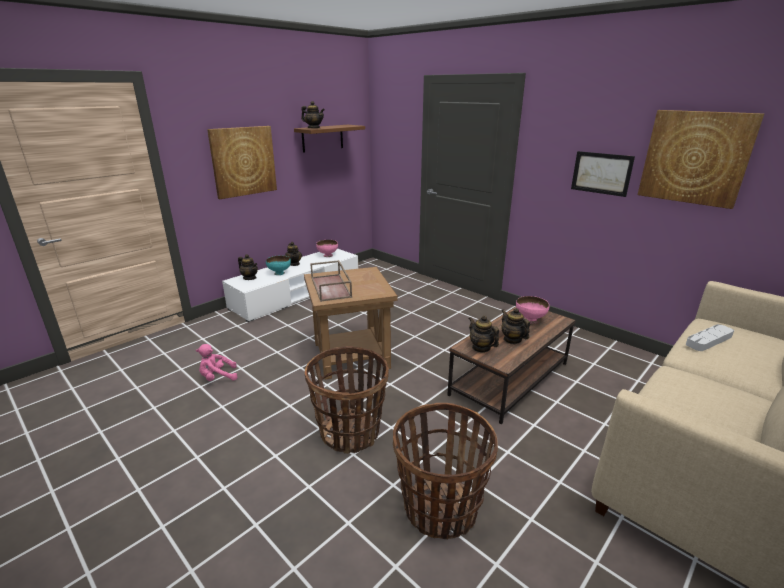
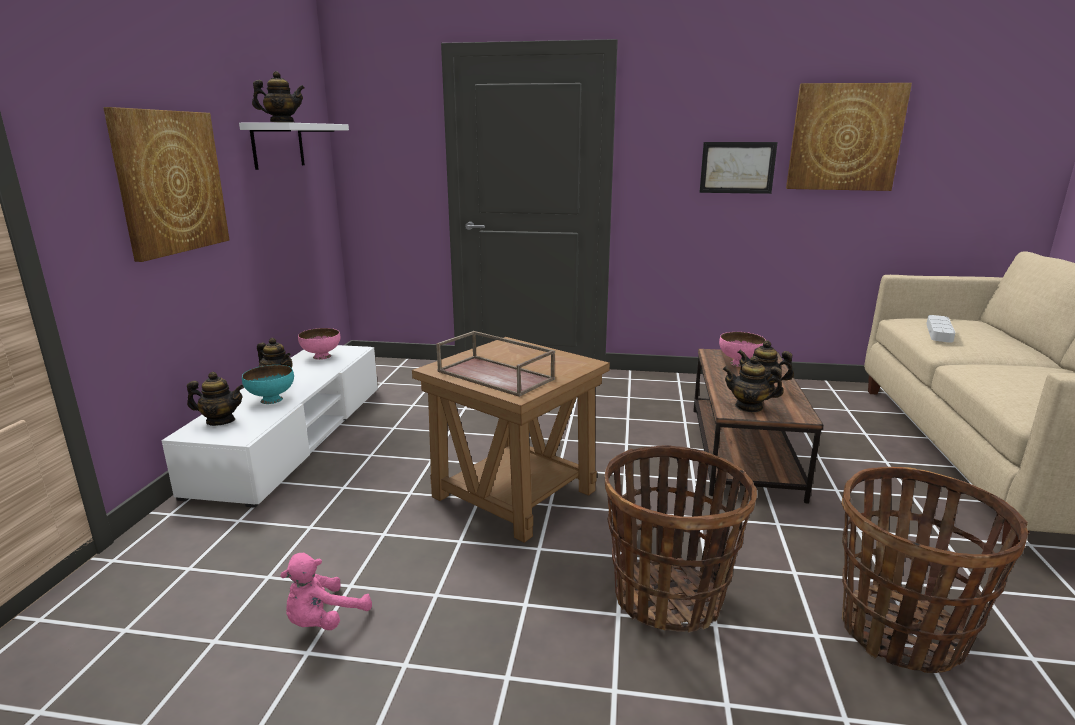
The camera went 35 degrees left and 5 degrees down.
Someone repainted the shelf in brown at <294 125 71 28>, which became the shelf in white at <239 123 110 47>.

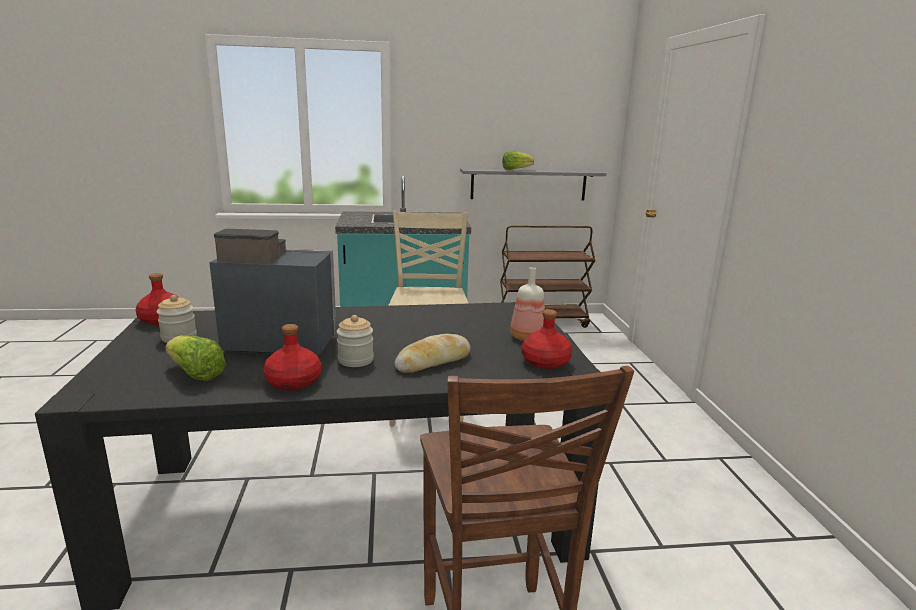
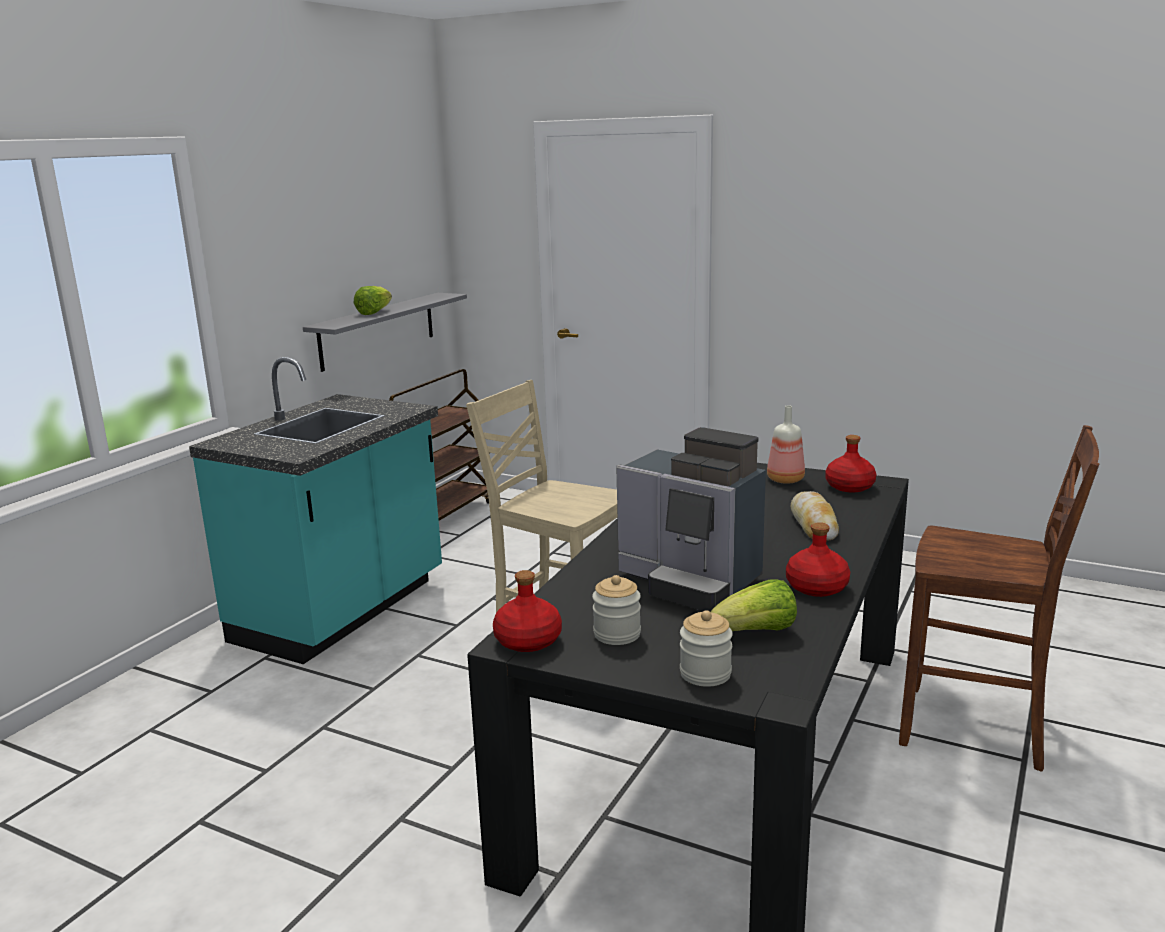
The camera went 55 degrees left and 0 degrees up.
Someone rotated the coffee machine at <209 229 128 126> by 90 degrees counterclockwise.
Someone carried the jar from <337 315 37 52> to <680 610 53 77>.

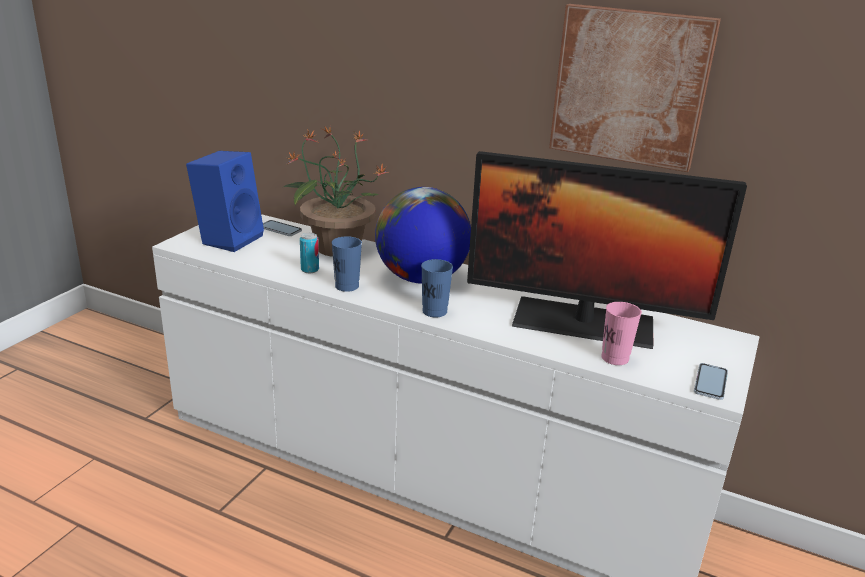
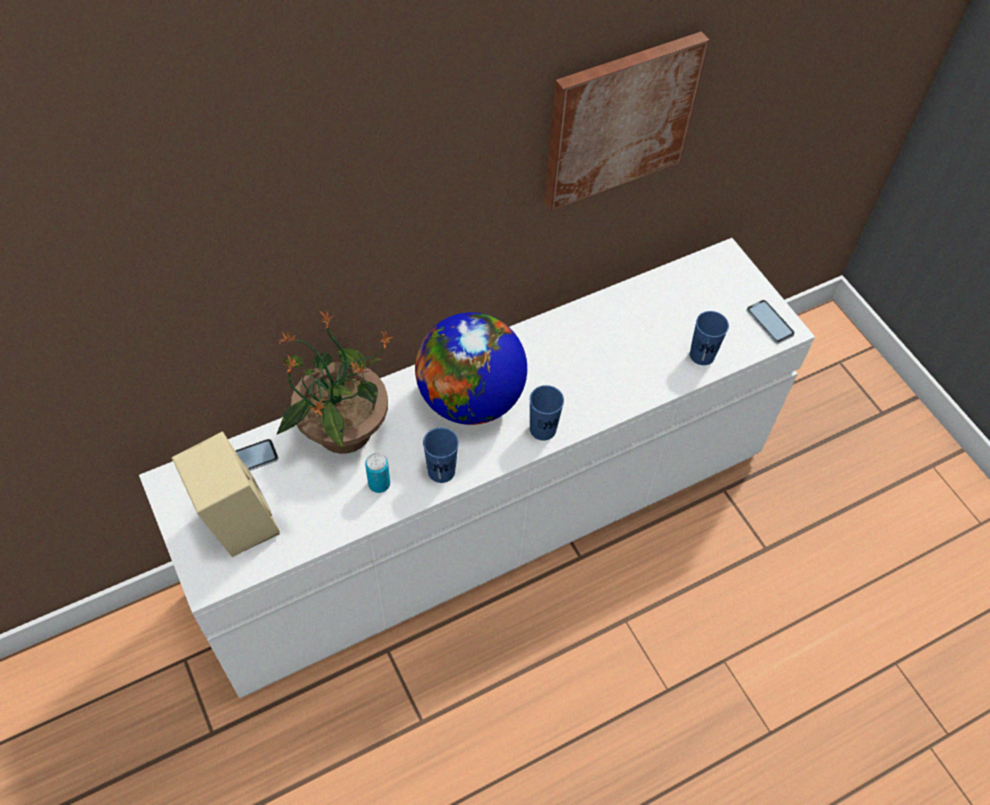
The camera went 55 degrees left and 30 degrees up.
Someone repainted the speaker in blue at <186 151 78 101>, which became the speaker in beige at <171 431 109 126>.
Someone took away the monitor at <467 151 280 198>.
Someone repainted the cup in pink at <601 302 41 63>, which became the cup in blue at <690 311 39 54>.

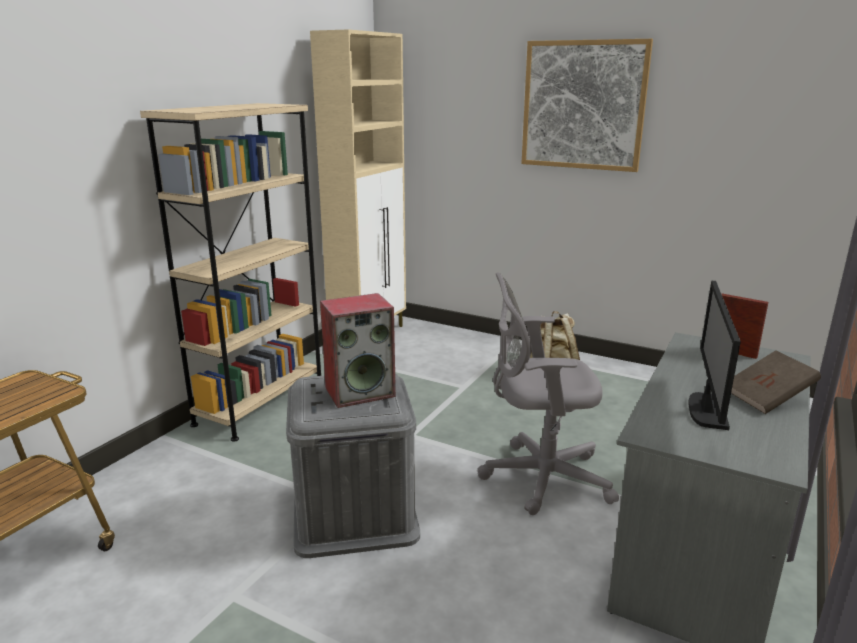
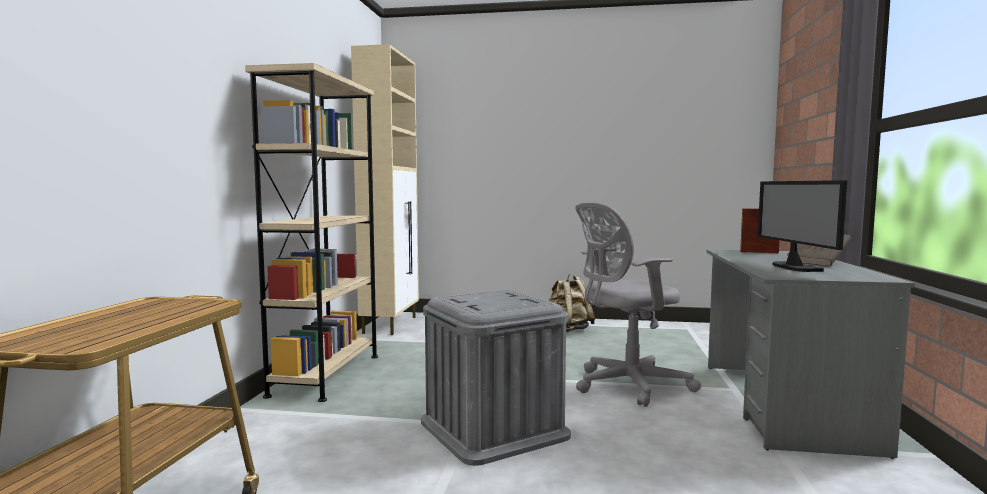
The camera went 20 degrees left and 15 degrees down.
Someone took away the picture at <521 39 132 133>.
Someone took away the speaker at <320 293 76 115>.

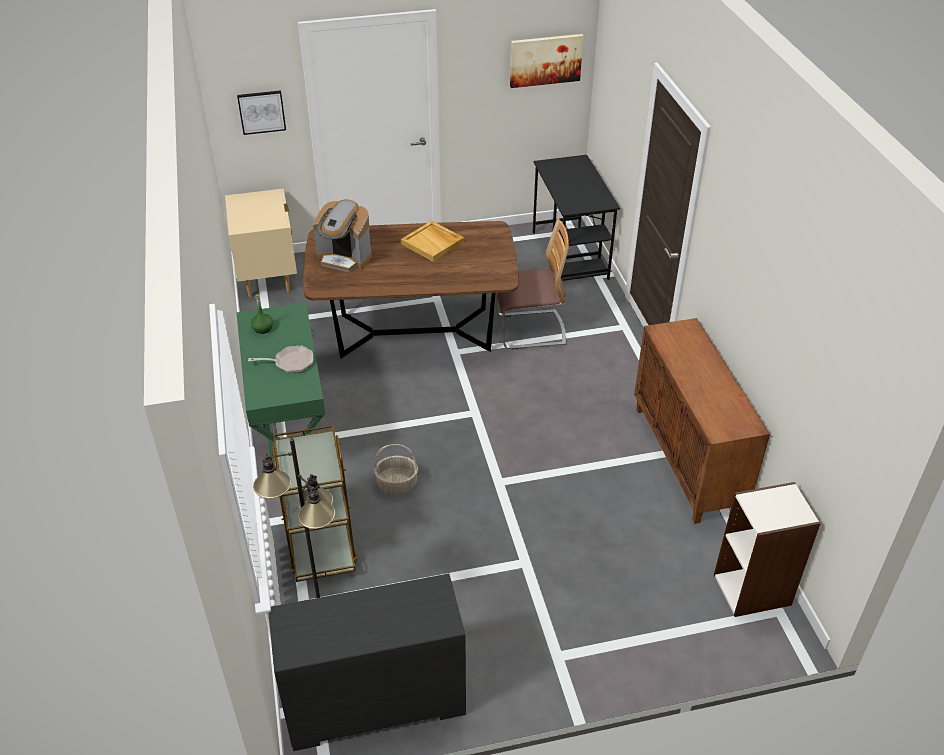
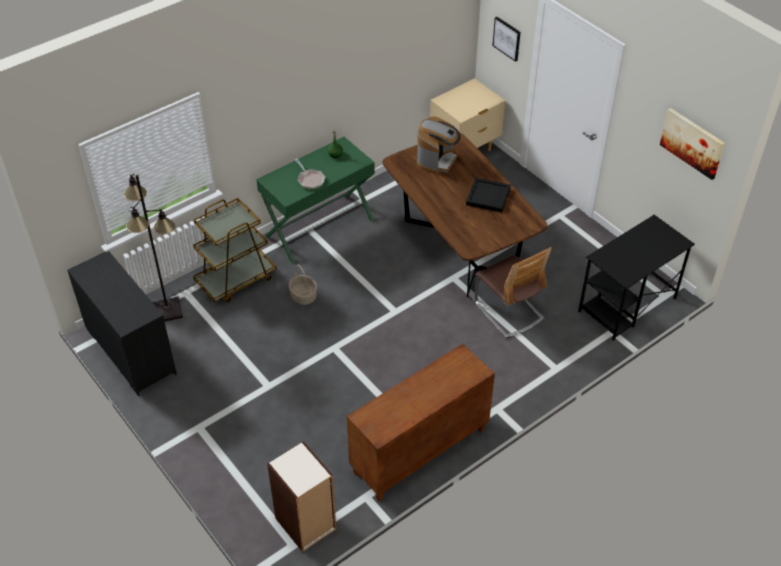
The camera went 65 degrees right and 5 degrees up.
Someone rotated the coffee machine at <313 199 59 73> by 150 degrees counterclockwise.
Someone repainted the tray in beige at <401 221 63 41>, which became the tray in black at <466 178 45 34>.

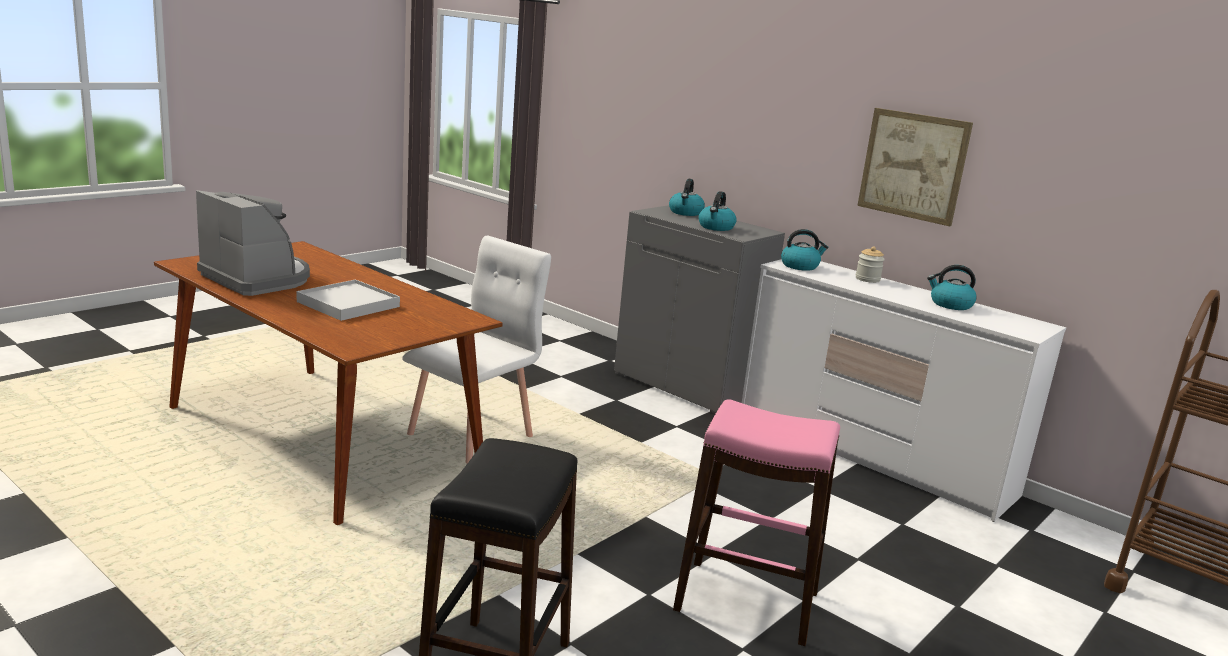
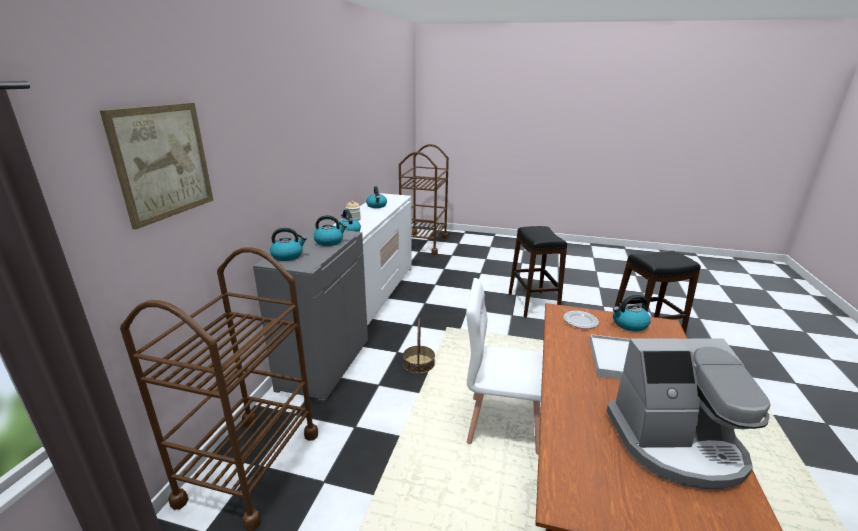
The camera went 115 degrees left and 5 degrees up.
Someone carried the picture from <857 108 116 118> to <100 103 113 127>.
Someone rotated the coffee machine at <196 190 114 106> by 105 degrees counterclockwise.
Someone repainted the stool in pink at <673 400 167 246>, which became the stool in black at <509 226 58 91>.
Someone put down the cart in brown at <120 247 198 284>.
Someone put down the kettle at <613 295 38 37>.
Someone put down the plate at <563 311 36 18>.
Someone put down the basket at <403 319 32 55>.

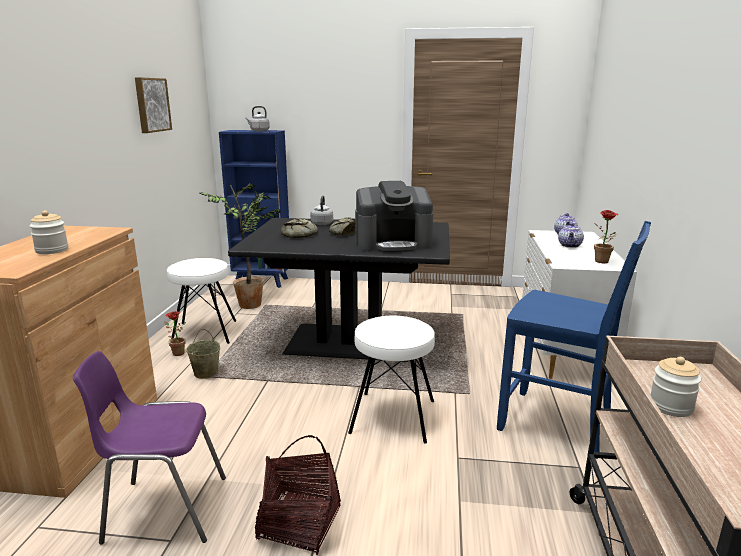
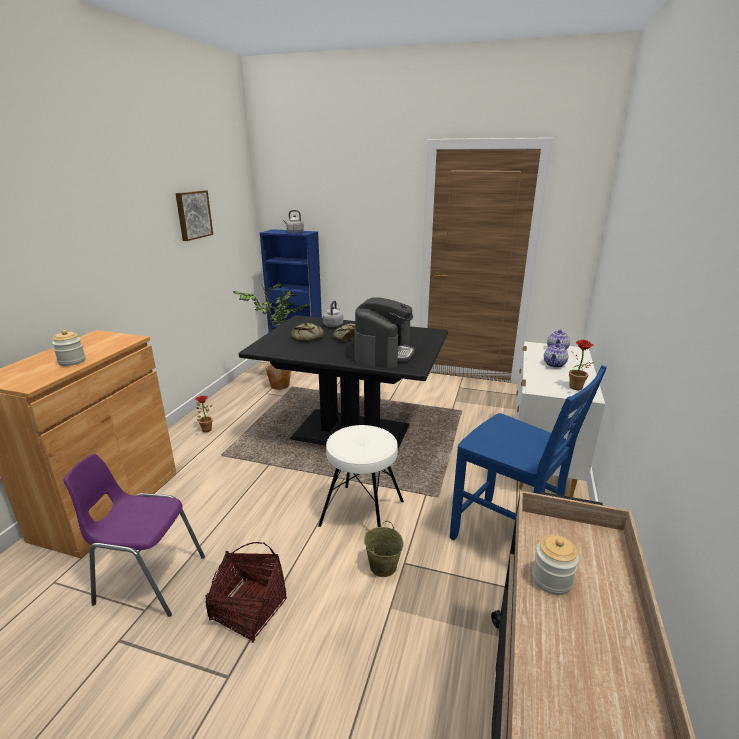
The camera went 10 degrees right and 5 degrees up.
Someone rotated the coffee machine at <355 181 78 71> by 75 degrees counterclockwise.
Someone took away the stool in white at <167 258 69 86>.
Someone carried the bucket in beige from <186 329 35 50> to <364 521 40 56>.

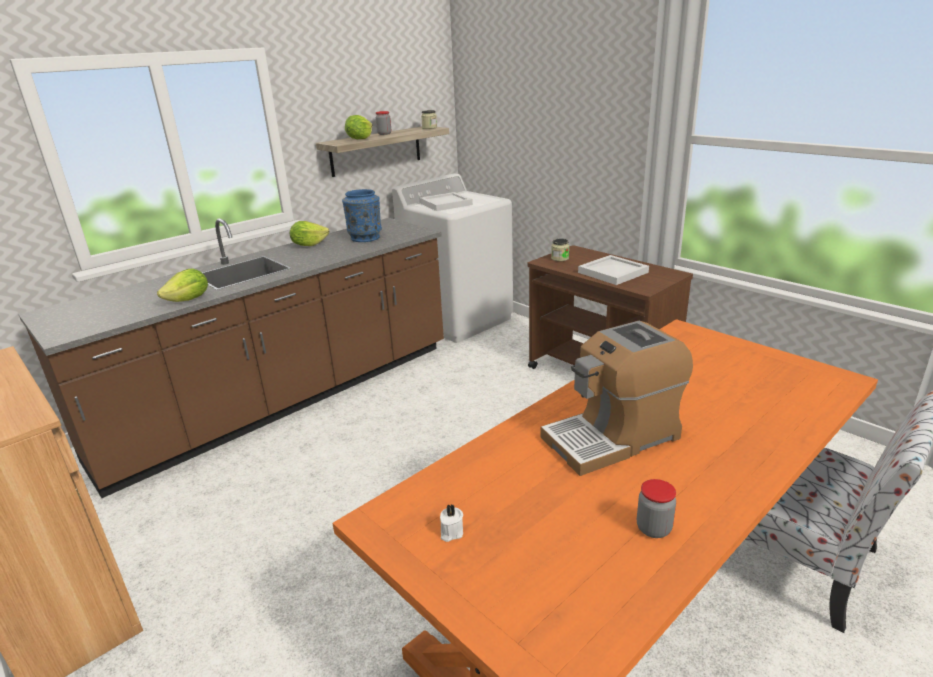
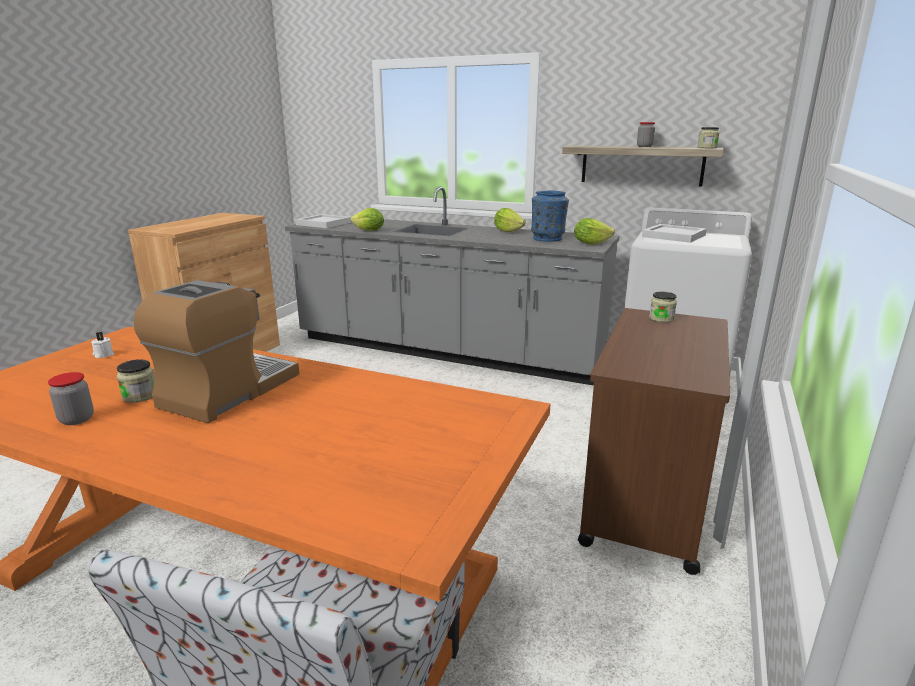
The camera went 65 degrees right and 5 degrees down.
Someone carried the lettuce from <345 115 27 24> to <574 218 41 27>.
Someone repainted the counter in brown at <18 218 426 280>, which became the counter in grey at <285 186 334 200>.
Someone carried the tray in white from <578 255 71 30> to <295 214 57 14>.
Someone rotated the coffee machine at <540 321 153 155> by 75 degrees clockwise.
Someone put down the jar at <117 359 38 44>.

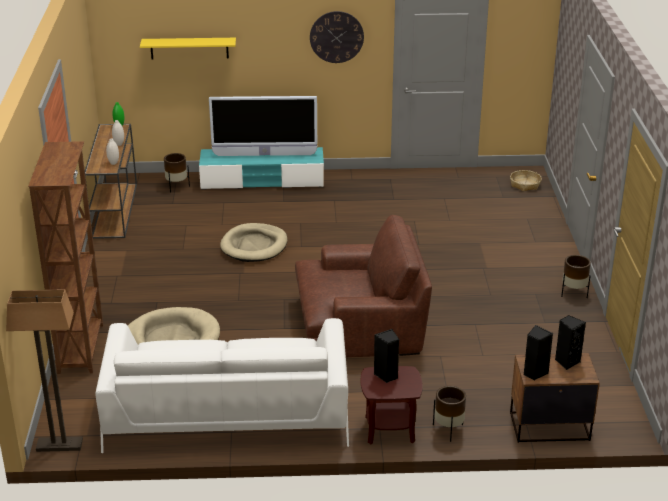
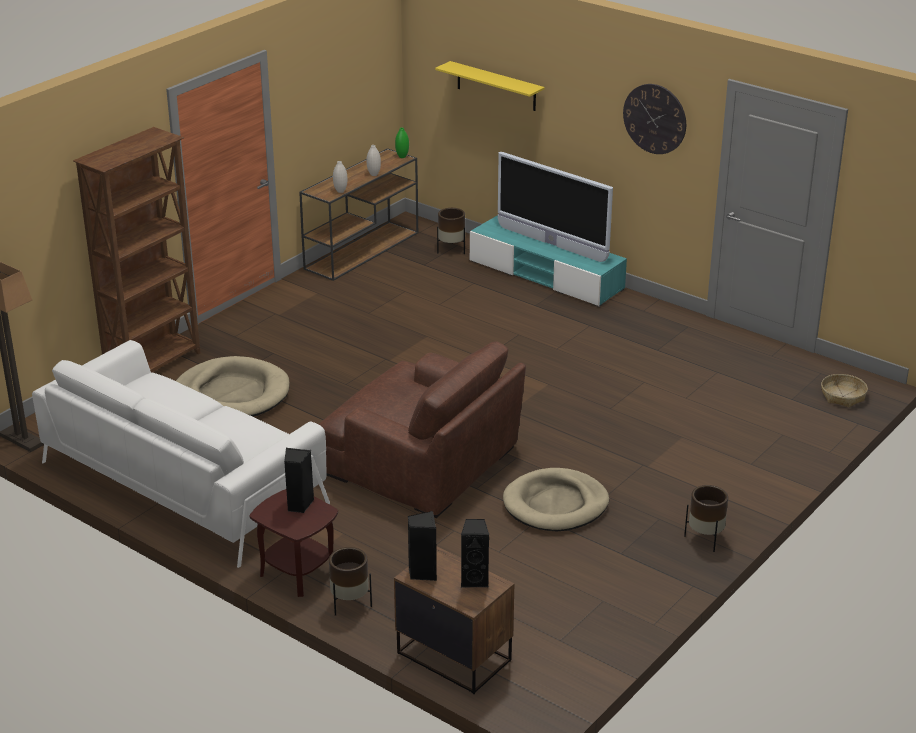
The camera went 40 degrees right and 0 degrees up.
Someone carried the dog bed in beige from <220 223 67 39> to <503 468 106 63>.

